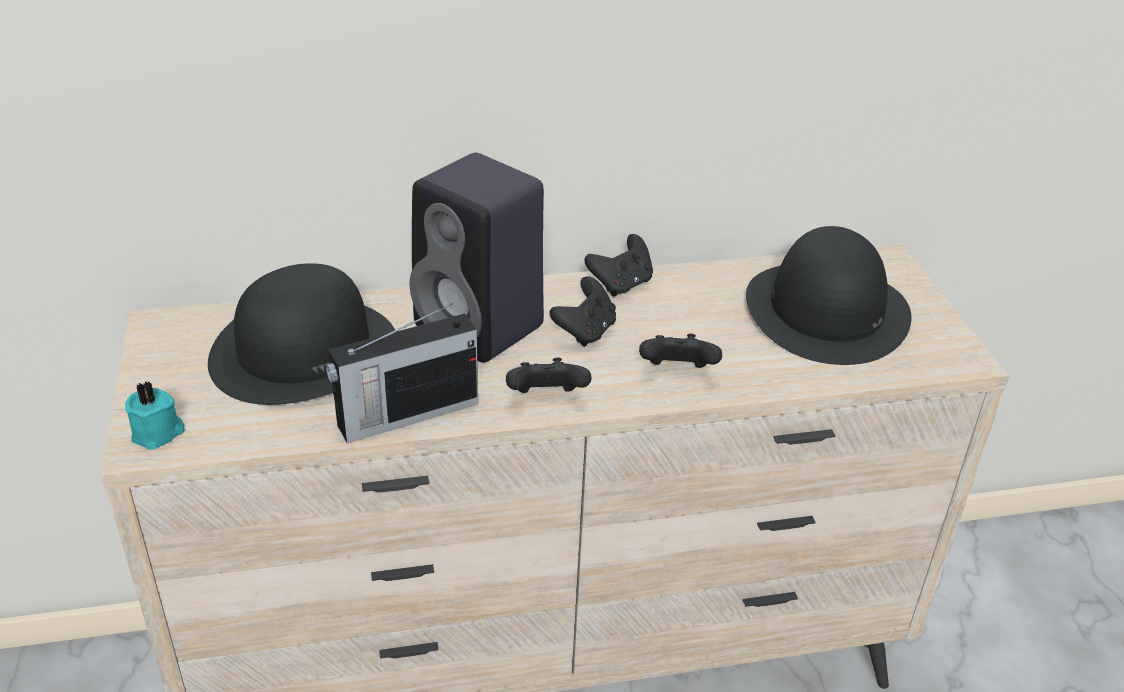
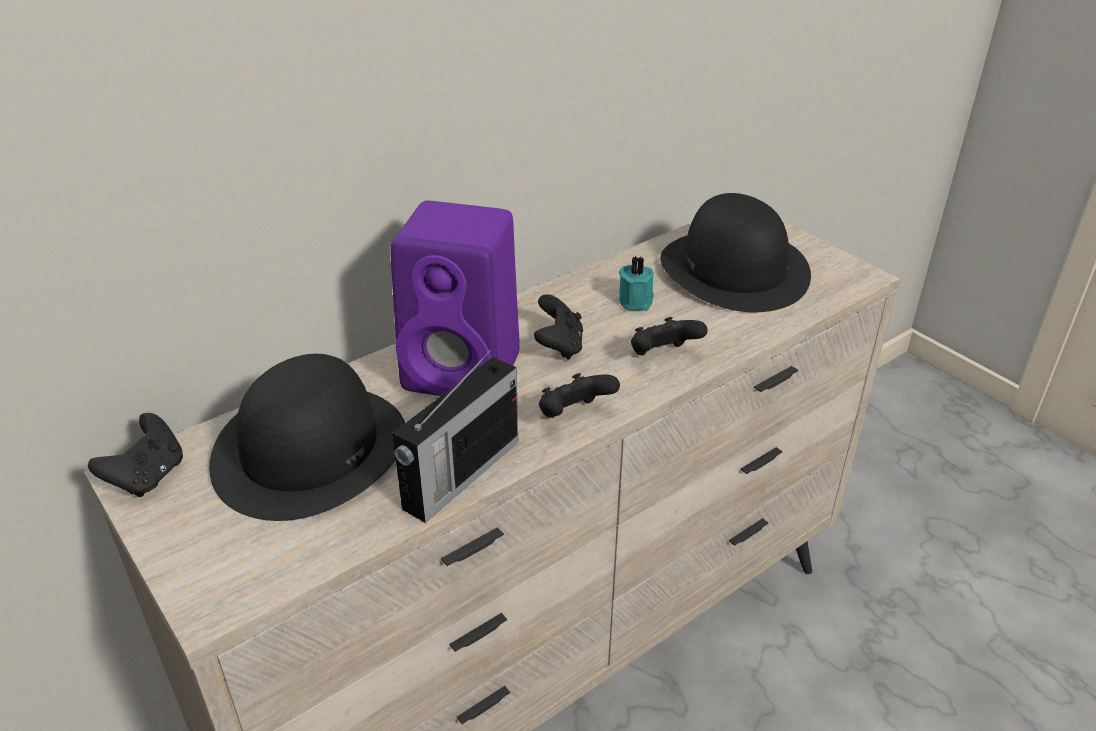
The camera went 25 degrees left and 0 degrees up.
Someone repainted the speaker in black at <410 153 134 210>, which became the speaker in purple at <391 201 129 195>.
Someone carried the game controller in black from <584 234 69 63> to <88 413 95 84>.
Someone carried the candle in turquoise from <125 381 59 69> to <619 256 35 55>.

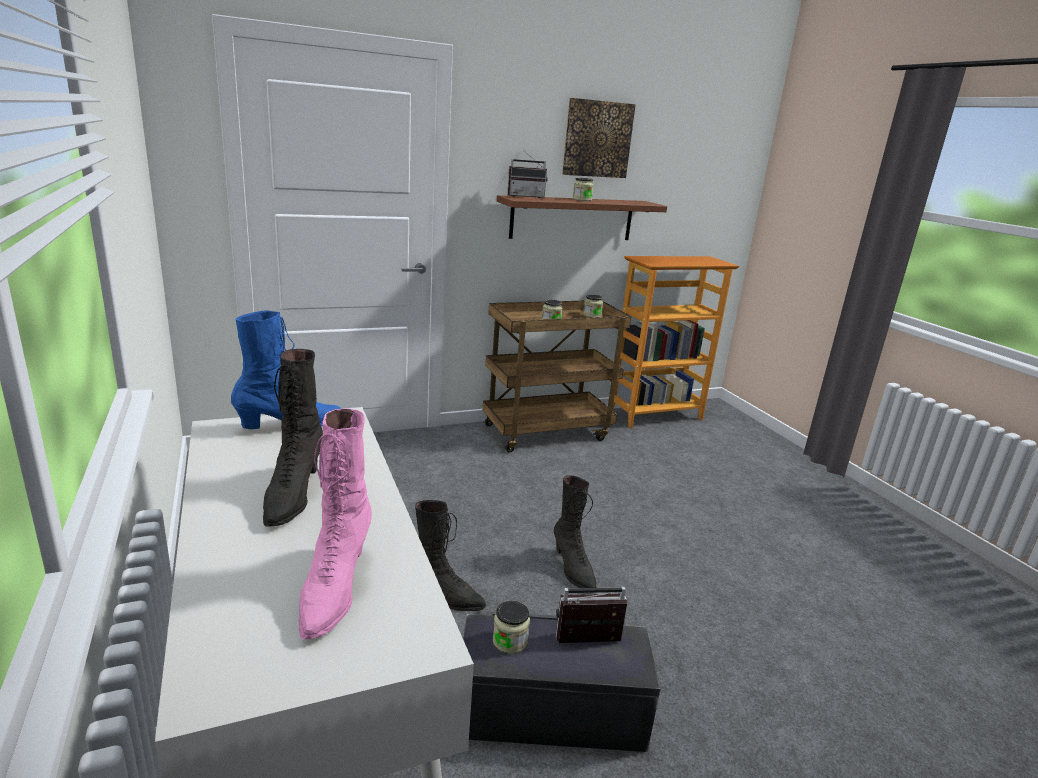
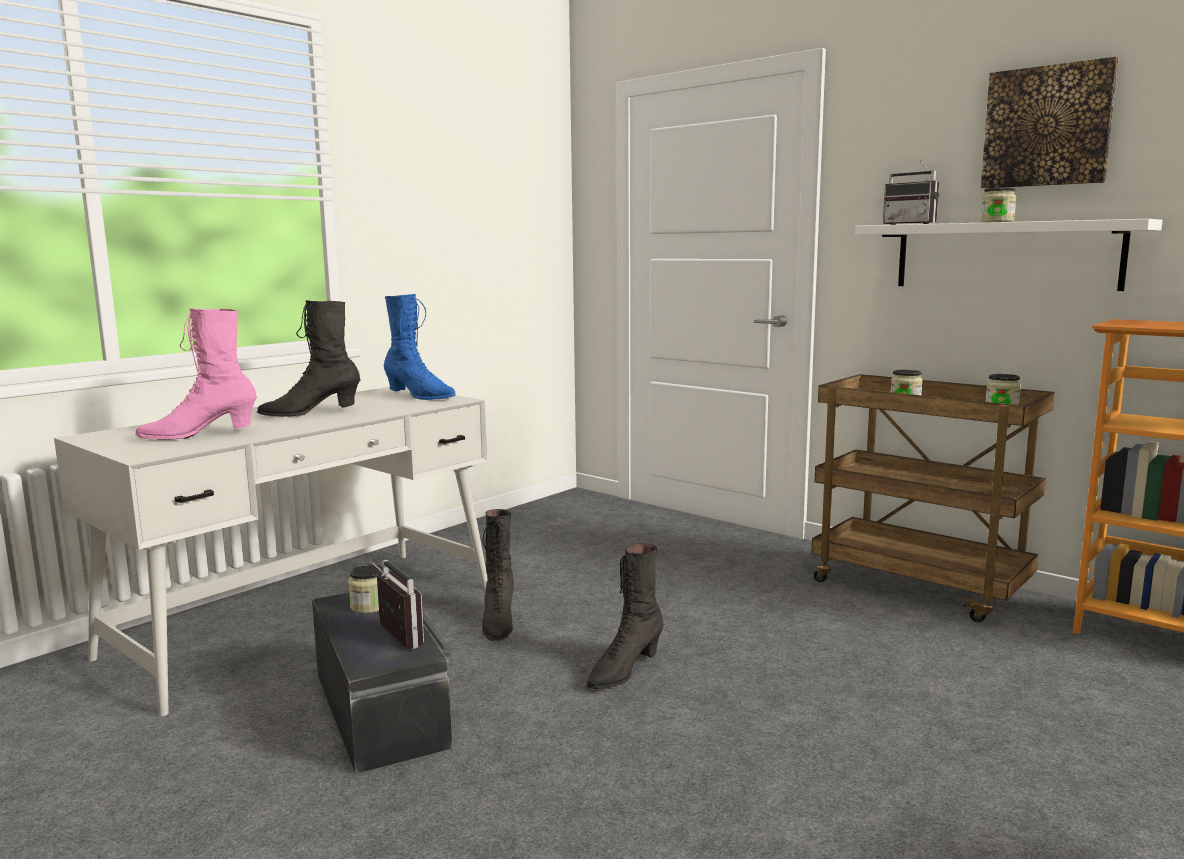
The camera went 65 degrees right and 10 degrees down.
Someone repainted the shelf in brown at <497 195 170 45>, which became the shelf in white at <855 219 308 72>.

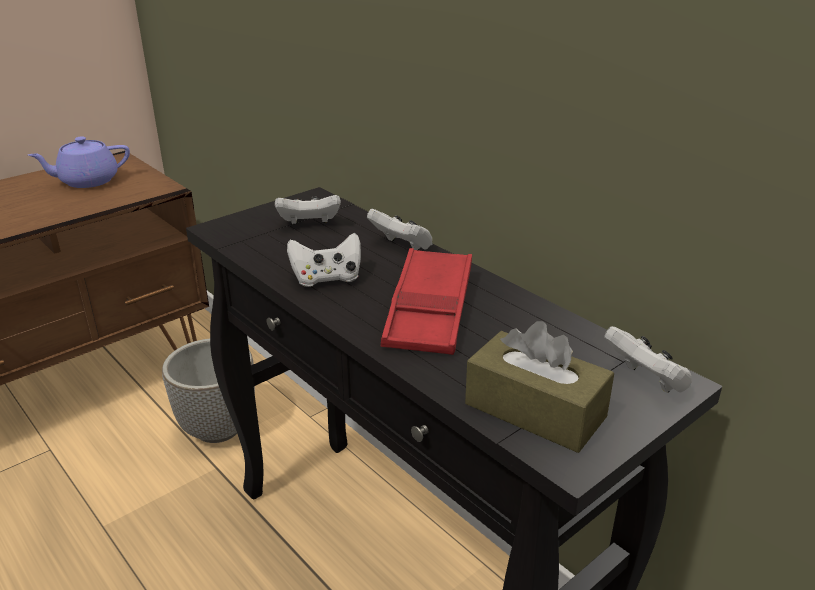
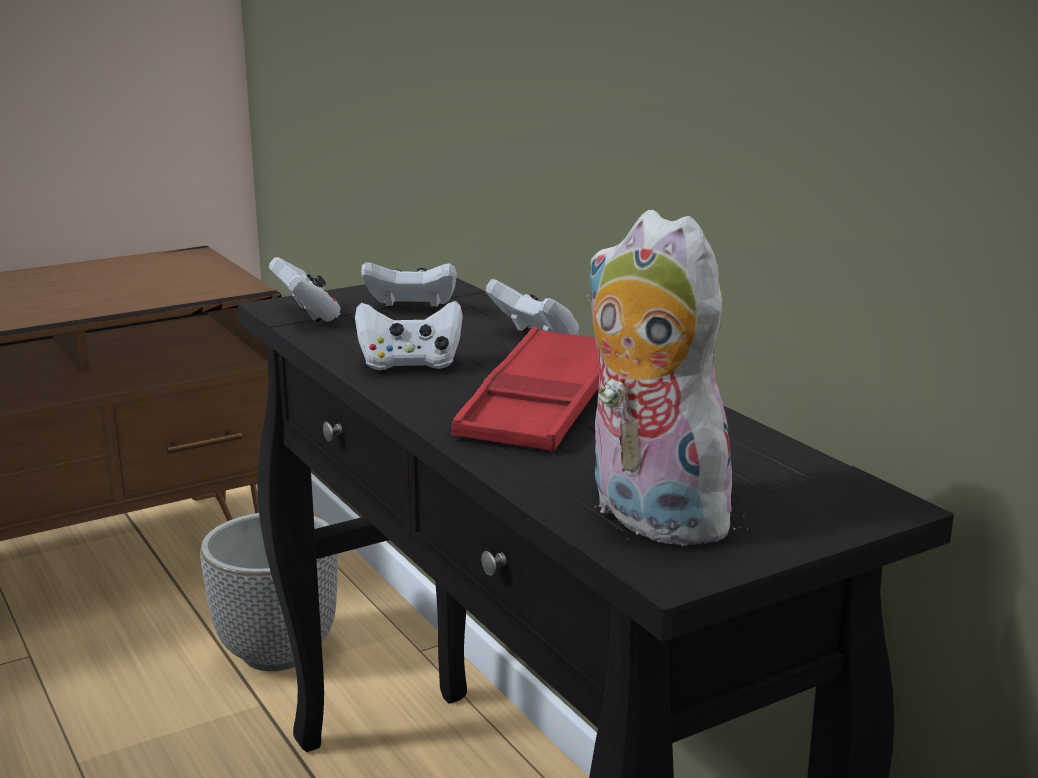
The camera went 10 degrees right and 10 degrees down.
Someone took away the teapot in purple at <28 137 102 51>.
Someone swapped the tissue box in brown at <465 321 149 132> for the plush toy at <587 210 162 336>.
Someone carried the game controller in white from <604 326 88 67> to <269 257 72 66>.

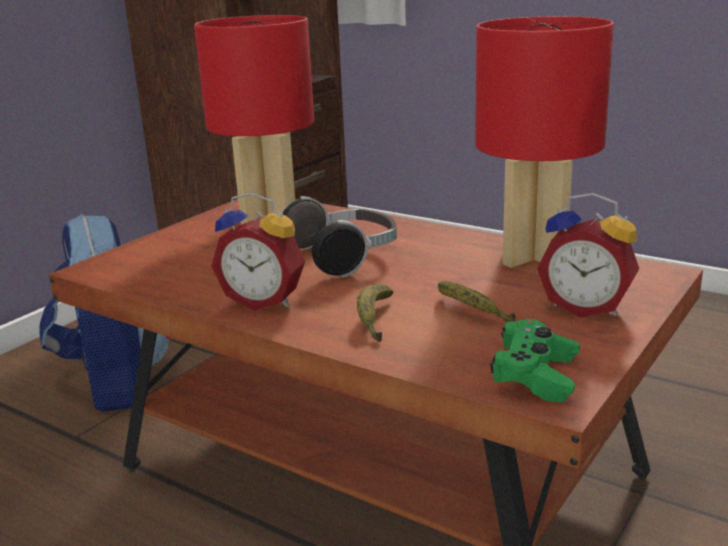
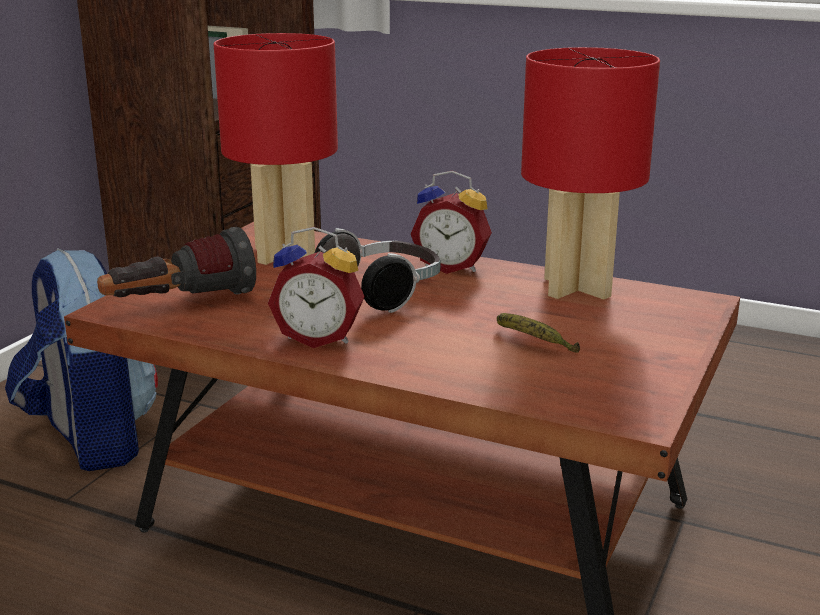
The camera went 10 degrees left and 0 degrees up.
Someone carried the alarm clock from <537 193 102 125> to <410 171 82 103>.
Someone took away the banana at <357 284 36 58>.
Someone took away the game controller in green at <490 319 90 84>.
Someone put down the flashlight at <97 227 159 70>.

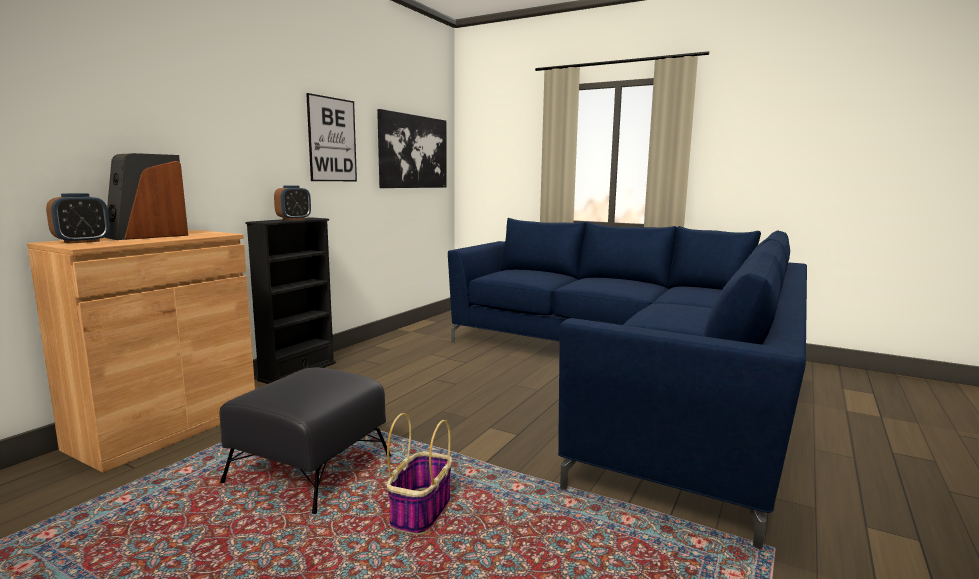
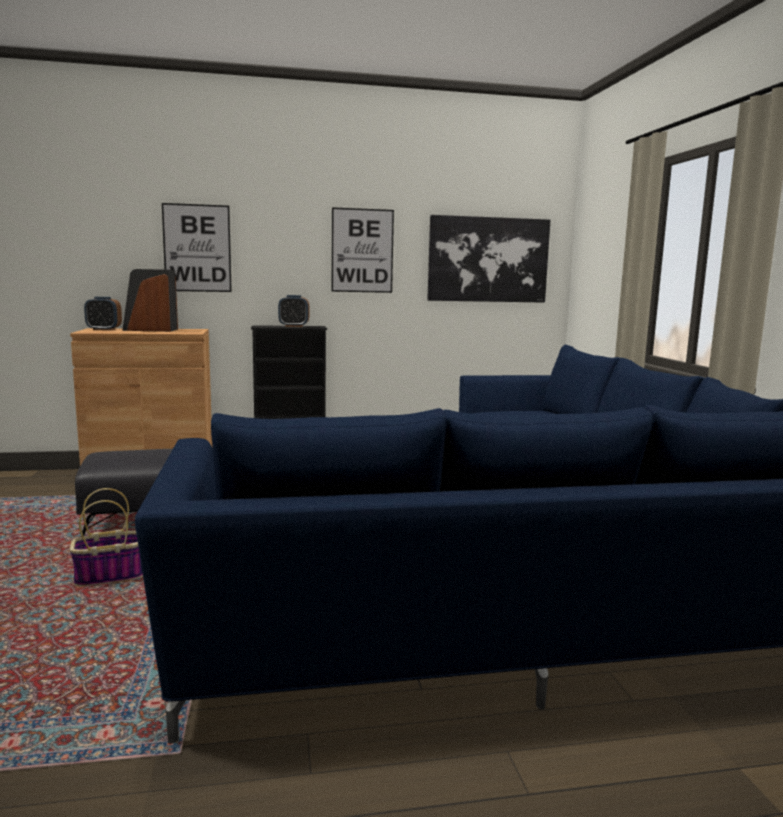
The camera went 50 degrees right and 0 degrees up.
Someone put up the picture at <162 203 70 89>.

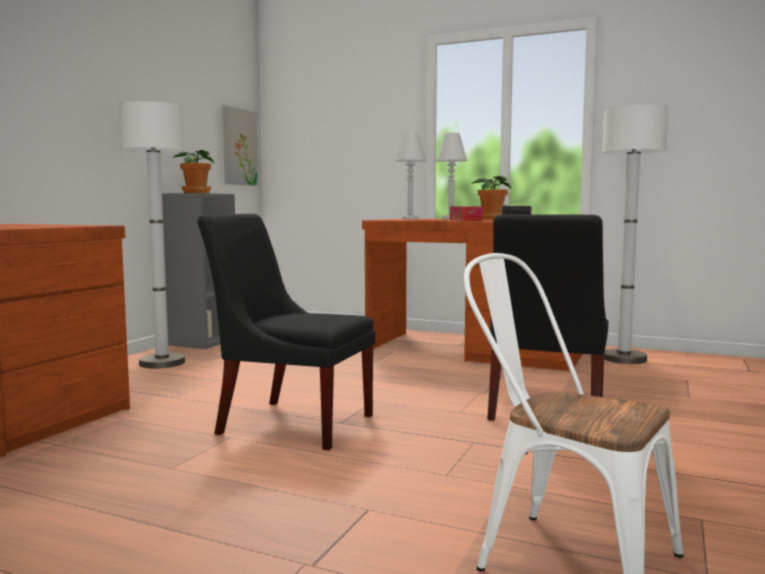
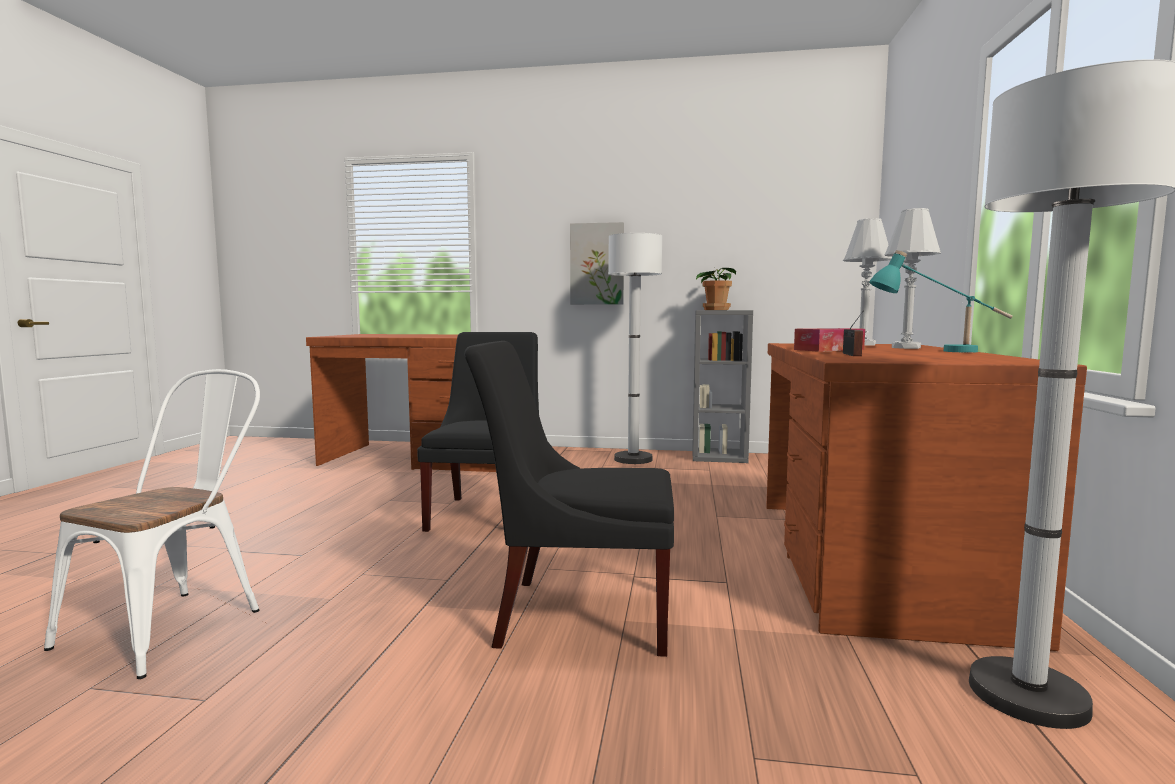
The camera went 75 degrees right and 0 degrees up.
Someone carried the picture from <223 105 35 81> to <570 222 54 83>.
Someone swapped the potted plant at <472 176 39 44> for the table lamp in turquoise at <869 250 144 103>.

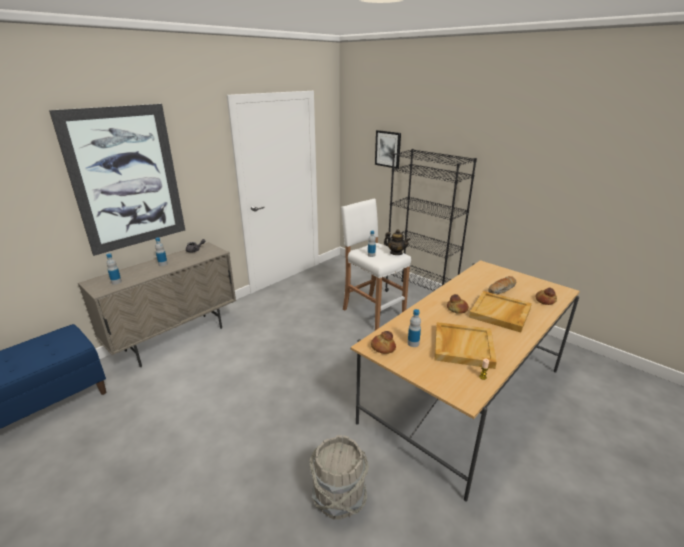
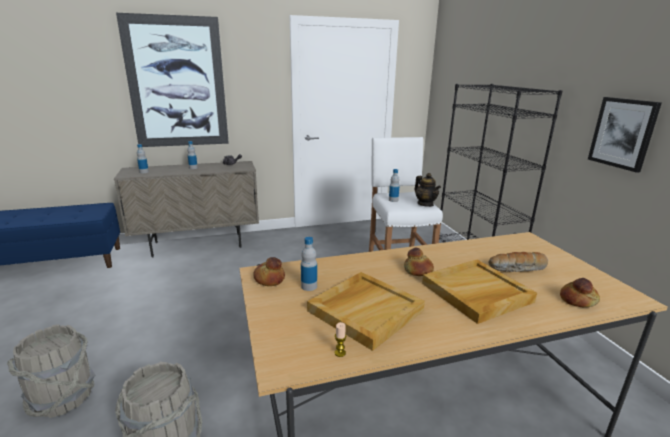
The camera went 30 degrees right and 5 degrees down.
Someone carried the picture from <375 130 26 39> to <588 97 74 76>.
Someone put down the bucket in grey at <7 324 88 94>.

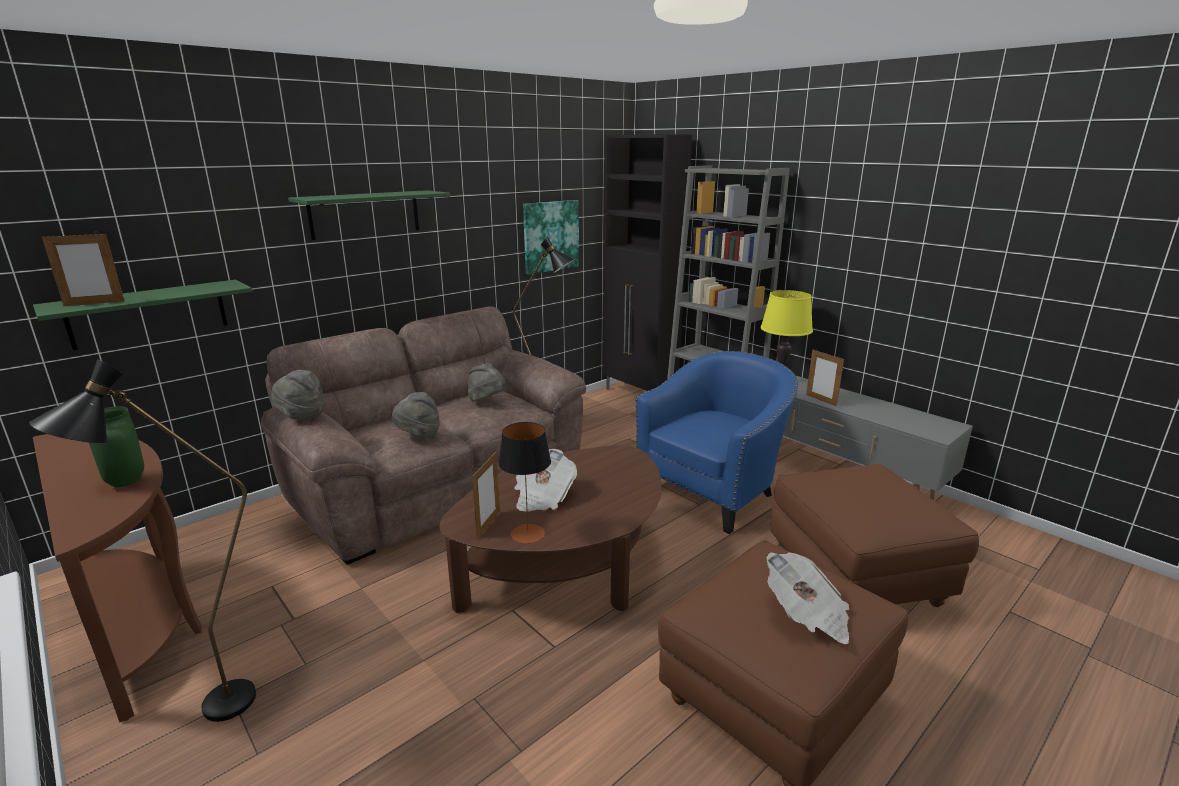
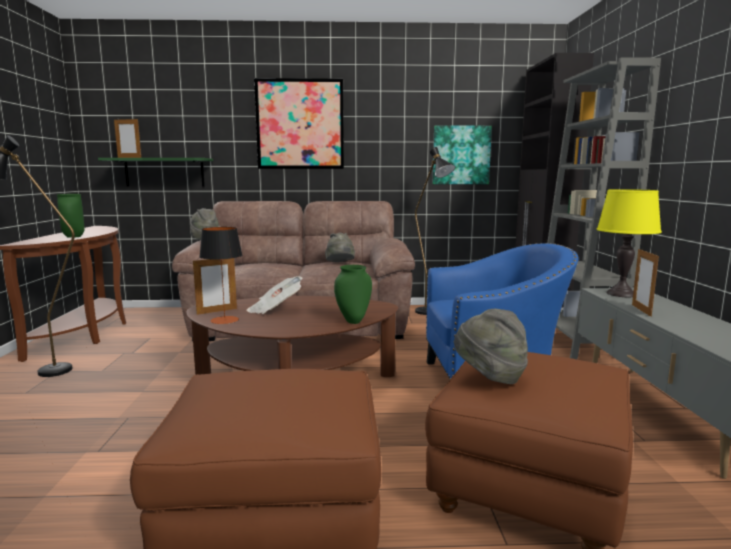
The camera went 40 degrees right and 10 degrees down.
Someone swapped the shelf in green at <288 190 163 50> for the picture at <254 78 90 91>.
Someone carried the hat in grey from <392 392 48 46> to <454 309 74 75>.
Someone took away the newspaper at <766 552 83 92>.
Someone put down the vase in green at <334 265 38 59>.

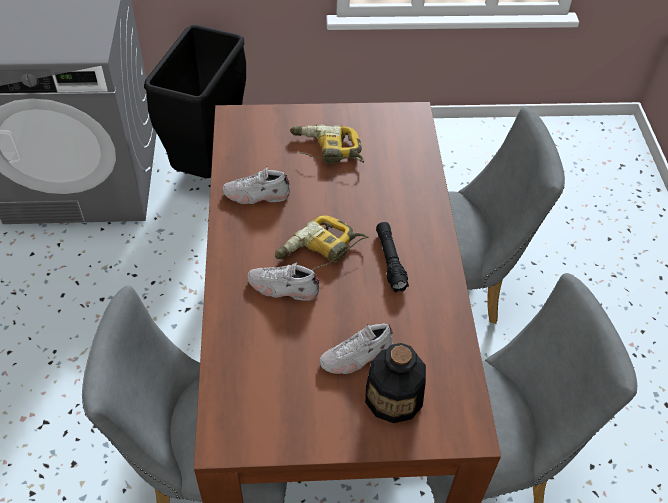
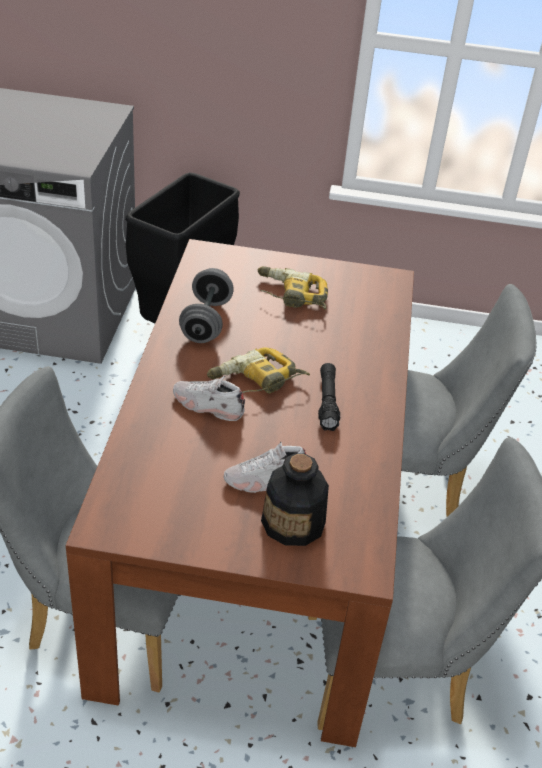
The camera went 10 degrees right and 10 degrees down.
Someone swapped the shoe in white at <223 167 67 37> for the dumbbell in grey at <179 268 55 75>.

